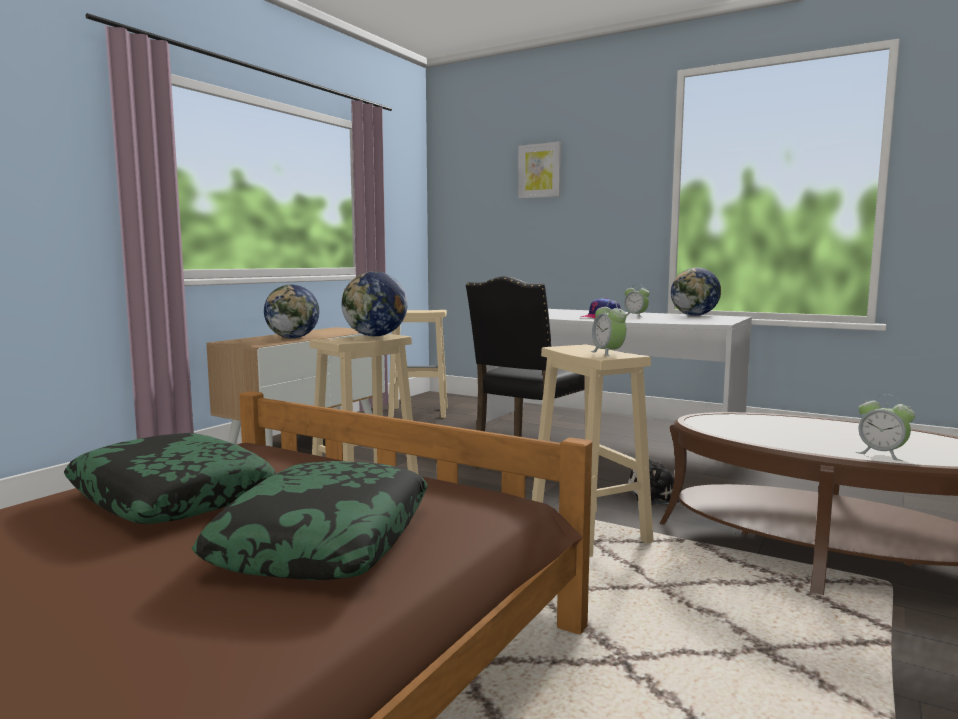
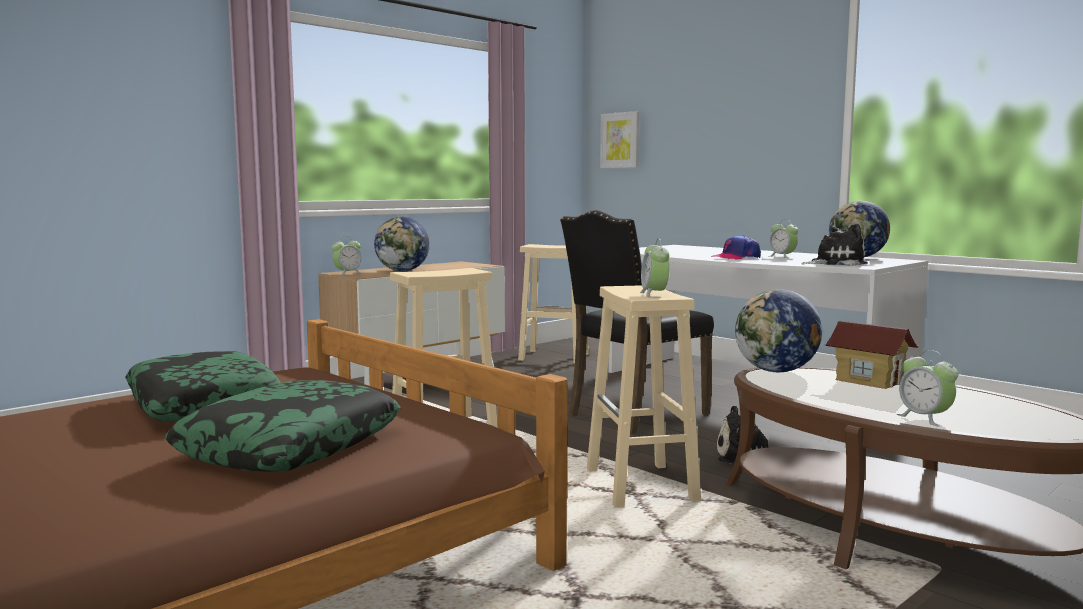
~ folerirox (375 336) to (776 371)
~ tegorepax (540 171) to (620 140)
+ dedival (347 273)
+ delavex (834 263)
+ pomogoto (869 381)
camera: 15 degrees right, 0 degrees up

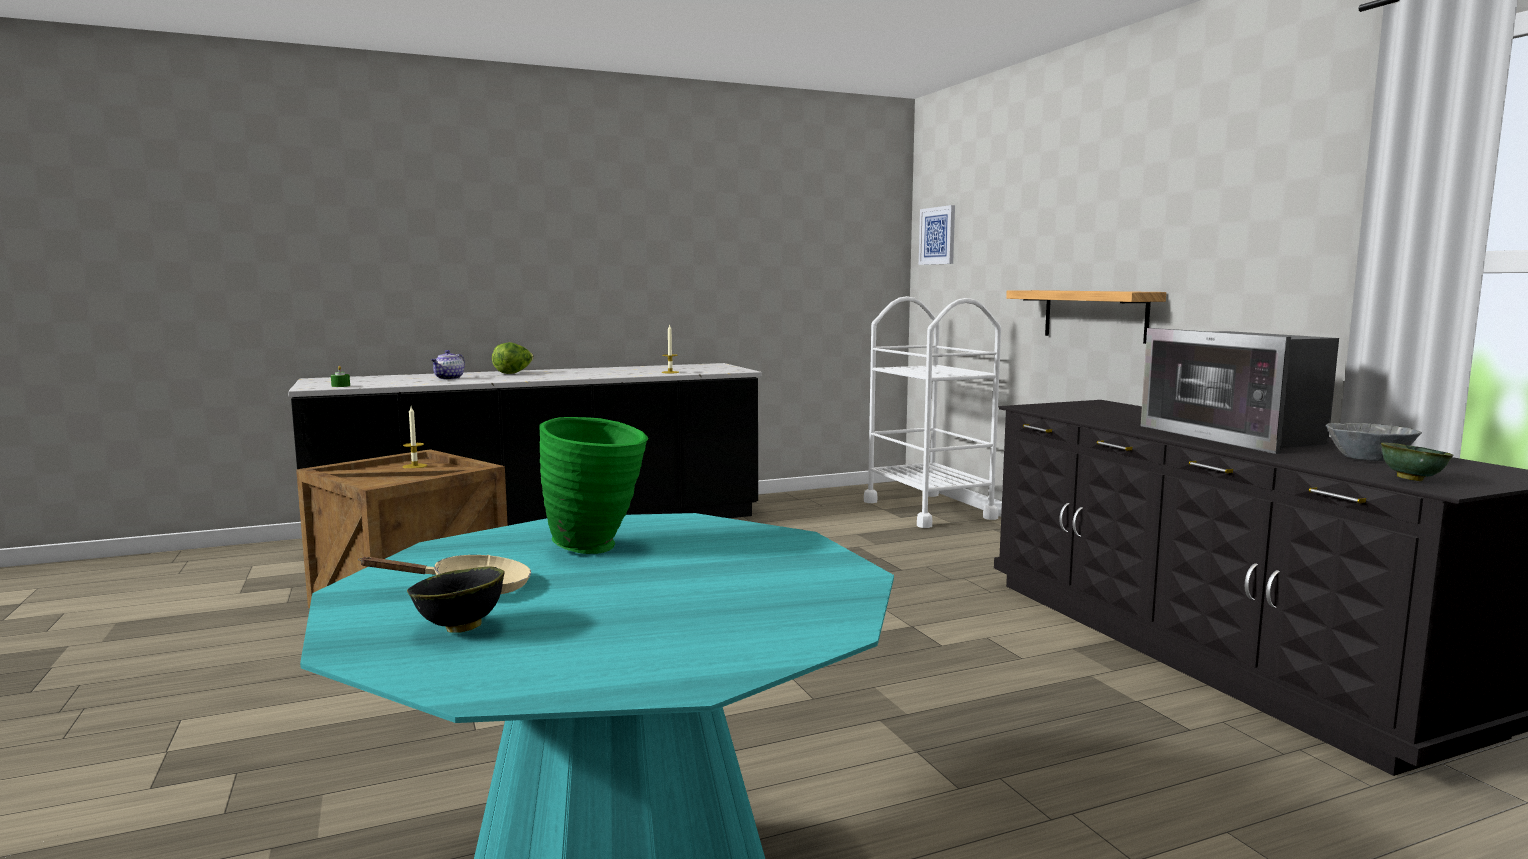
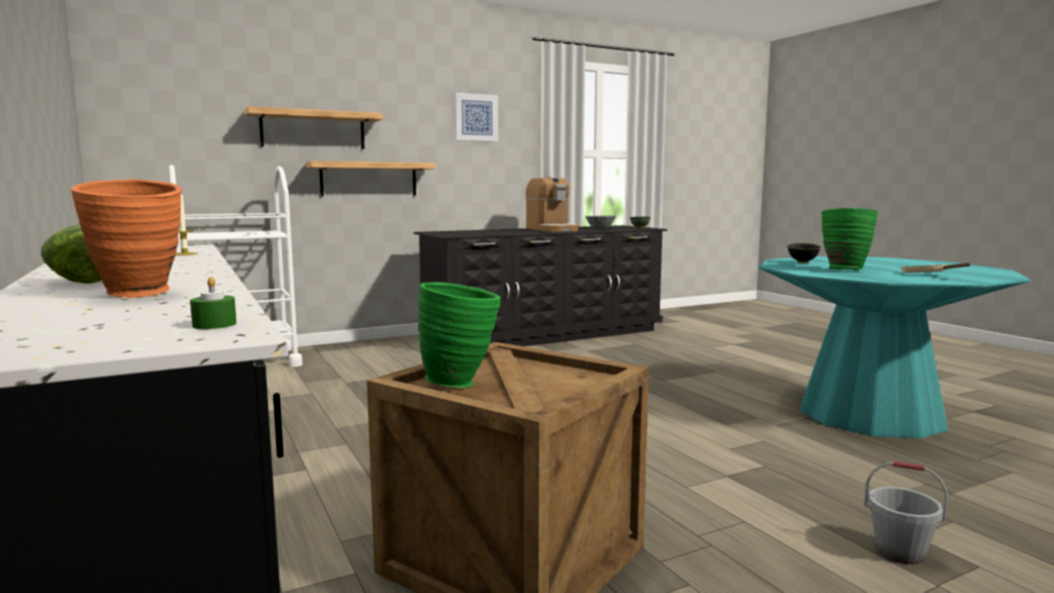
~ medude (414 466) to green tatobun (462 383)
~ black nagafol (460 629) to (803 262)
~ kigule (449 378) to orange tatobun (139 295)
~ tegorepax (938 236) to (476 117)
~ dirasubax (1236 436) to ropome (551 230)
+ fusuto (313 130)
+ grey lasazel (899 552)
camera: 95 degrees left, 0 degrees up

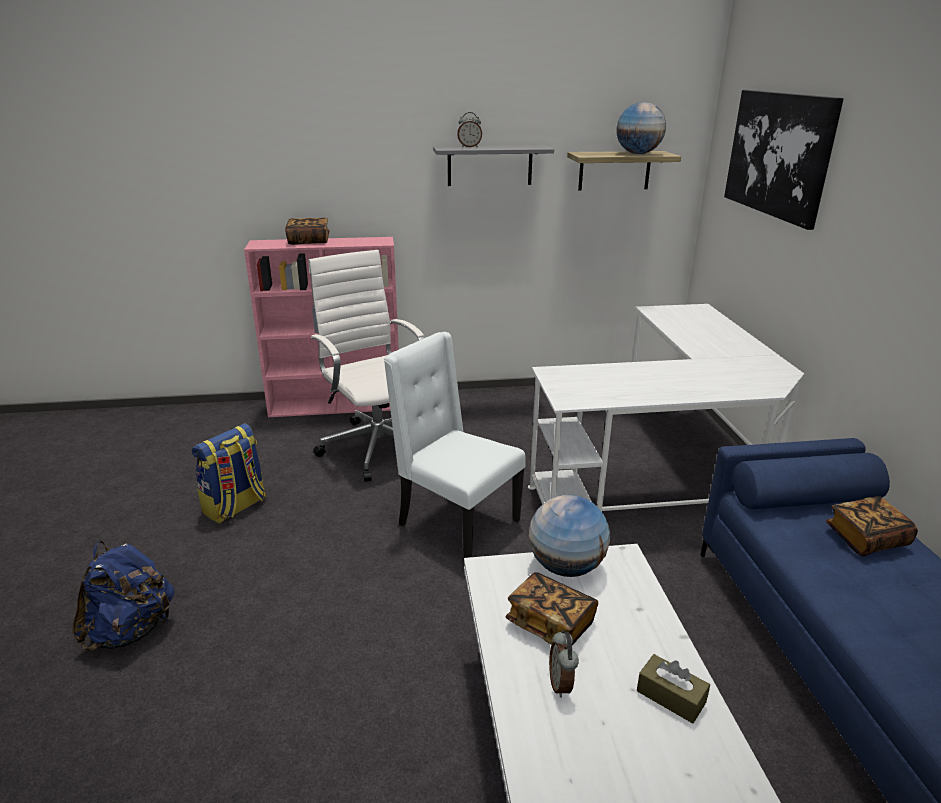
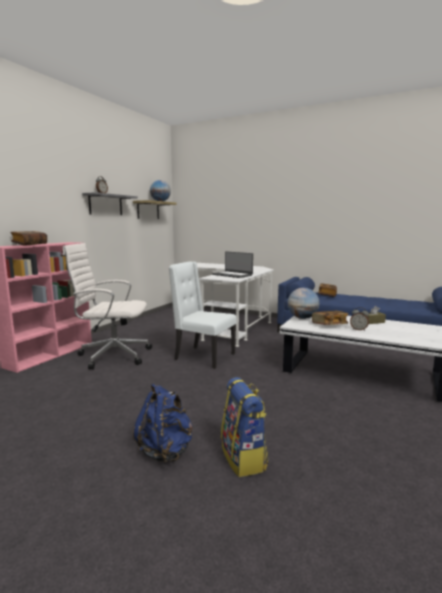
~ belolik (235 507) to (244 458)
~ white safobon (455 523) = (203 357) 45 degrees clockwise
- tegorepax (778 154)
+ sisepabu (232 275)
camera: 55 degrees left, 15 degrees down

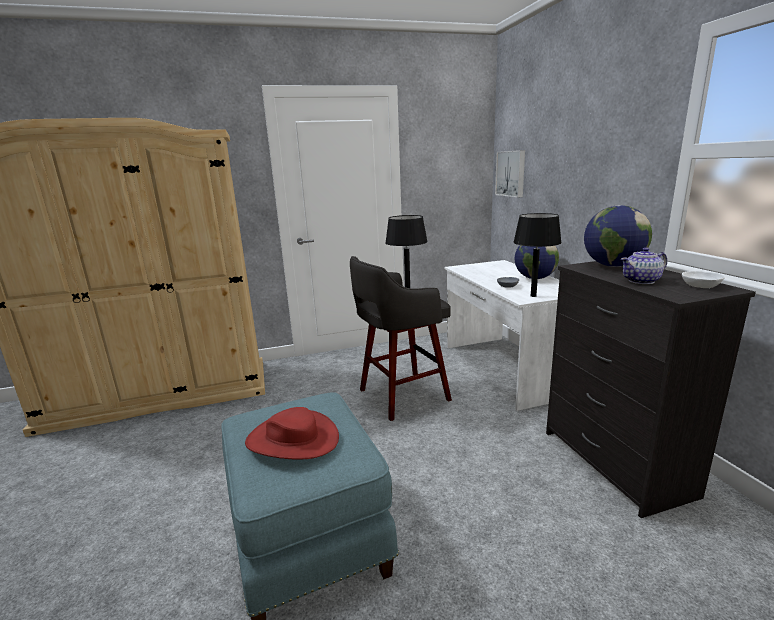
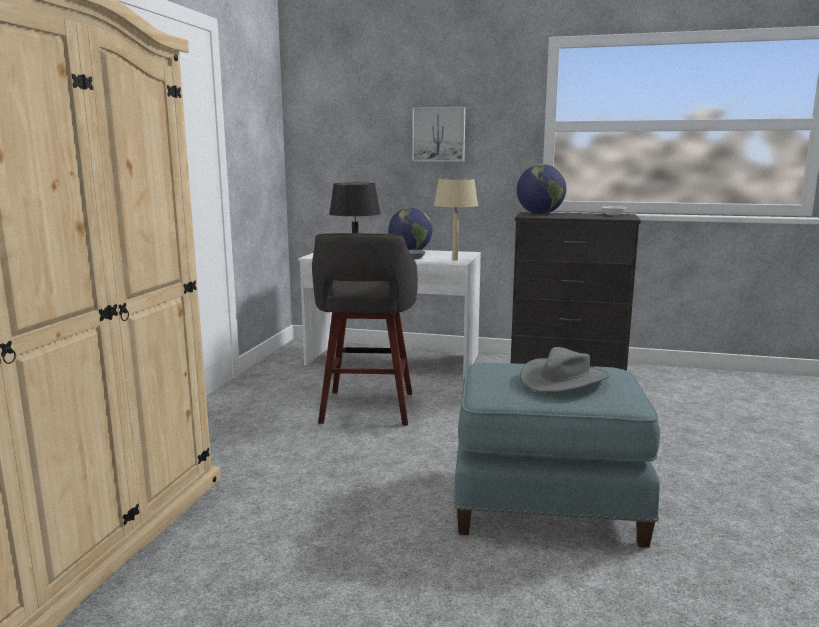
~ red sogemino (292 439) to grey sogemino (564 379)
~ tegorepax (511 173) to (439 134)
~ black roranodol (533 296) to beige roranodol (455 259)
- kigule (641 281)
camera: 60 degrees left, 5 degrees down

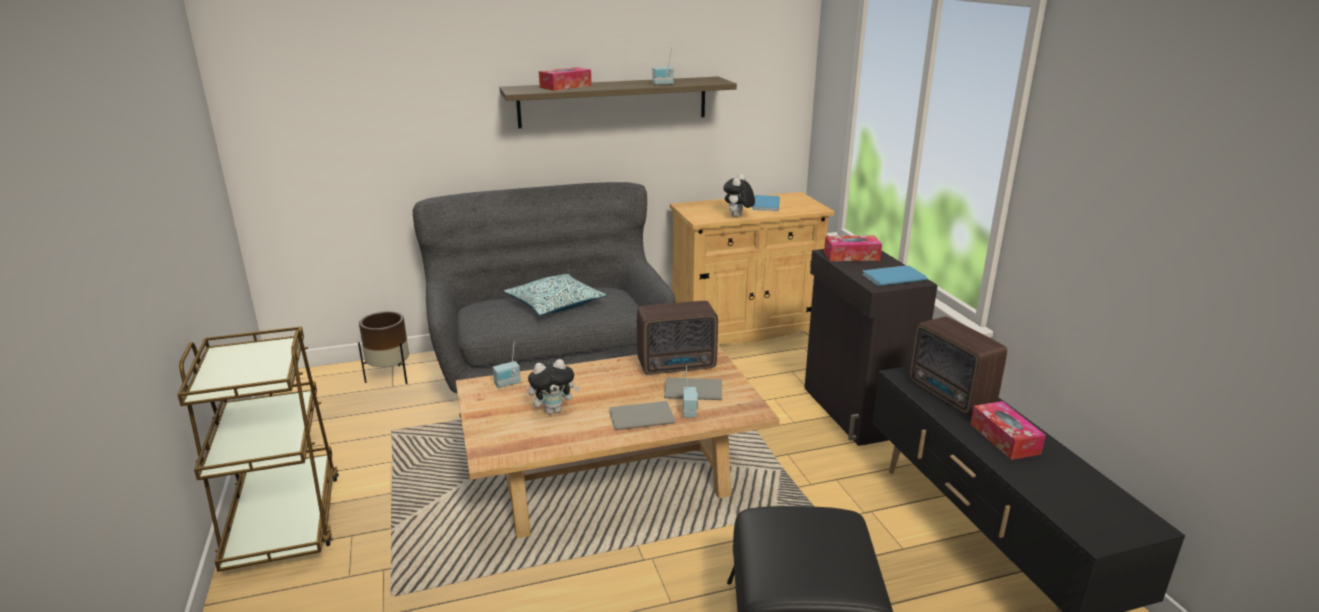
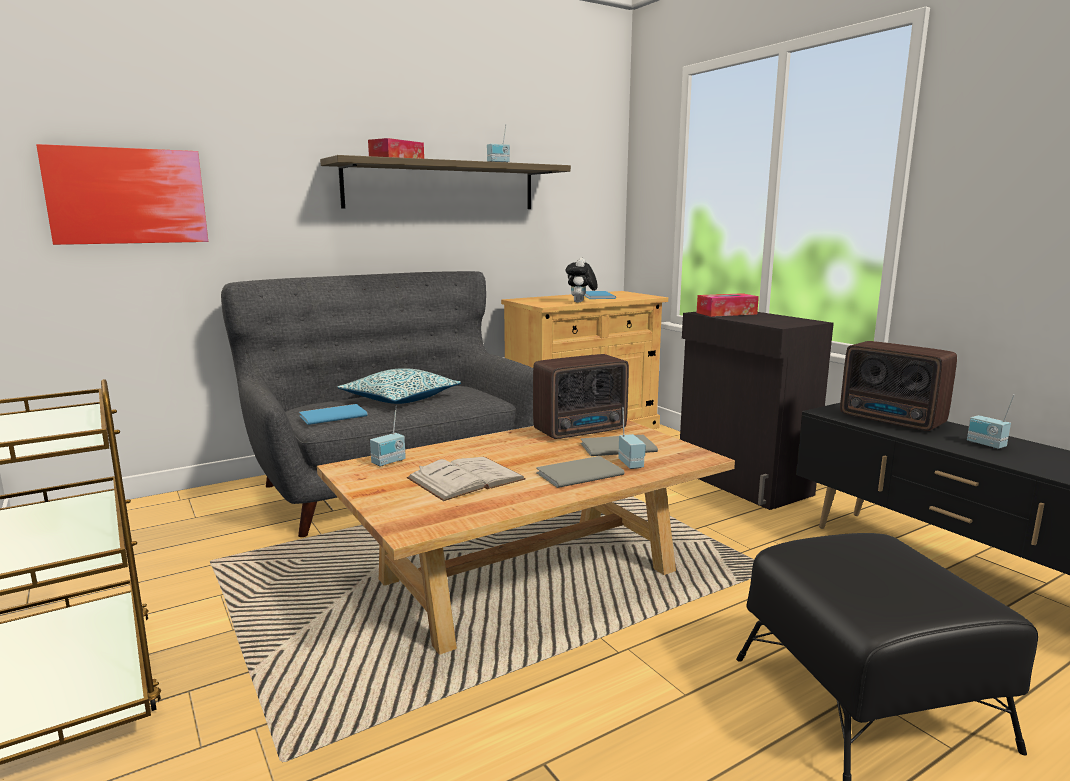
- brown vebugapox (390 377)
~ delavex (553 410) to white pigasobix (466 479)
~ blue pigasobix (891 277) to (331 416)
~ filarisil (1004 438) to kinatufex (985 445)
+ tegorepax (127 196)
camera: 15 degrees left, 10 degrees down

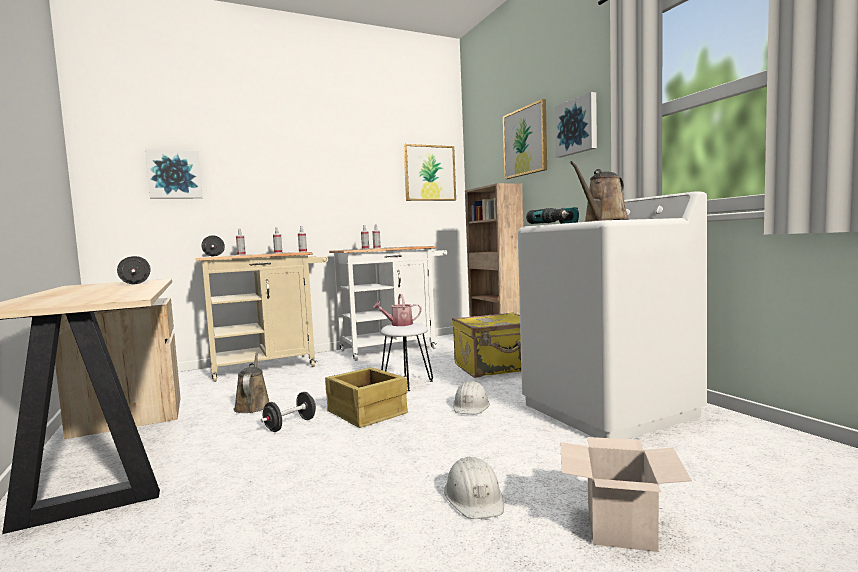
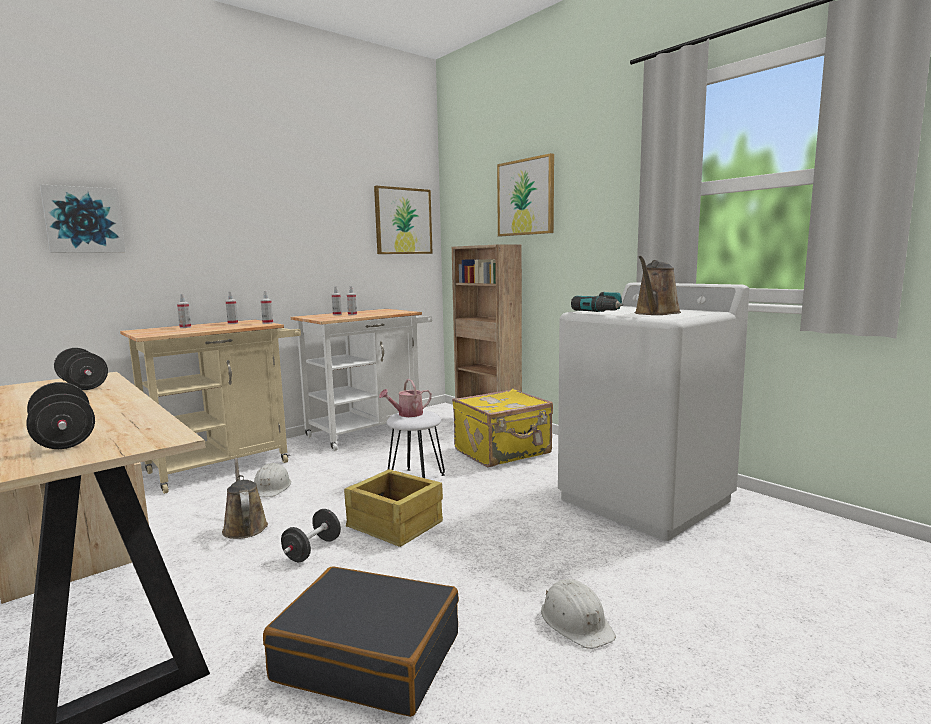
~ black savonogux (214 256) to (64 439)
~ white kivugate (471 406) to (271 487)
- tegorepax (577 126)
- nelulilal (618 525)
+ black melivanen (369 656)
camera: 15 degrees left, 5 degrees up

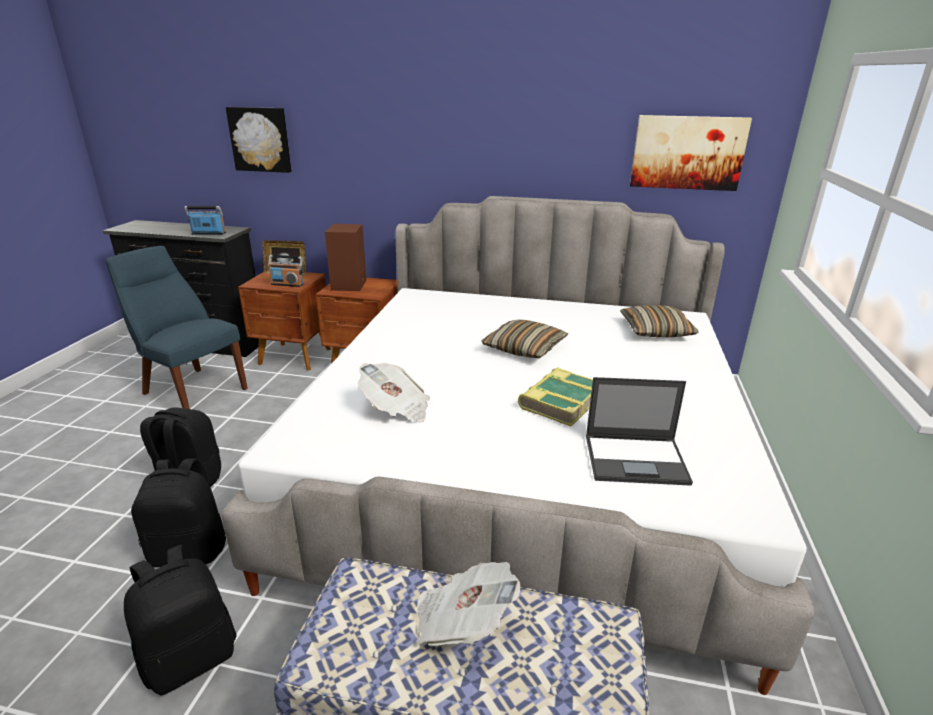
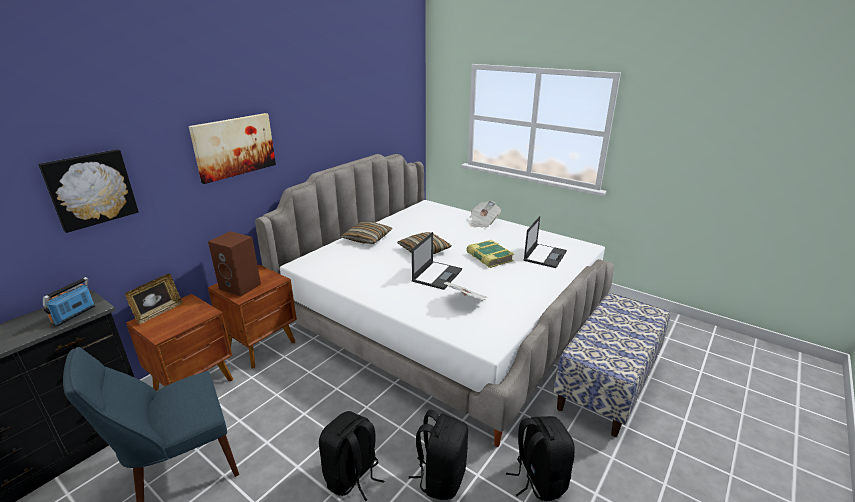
- kinatufex (287 284)
~ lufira (462 621) to (483 223)
~ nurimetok (656 331) to (367 238)
~ tegorepax (687 152) to (234 146)
+ sisepabu (437 275)
camera: 65 degrees left, 0 degrees up

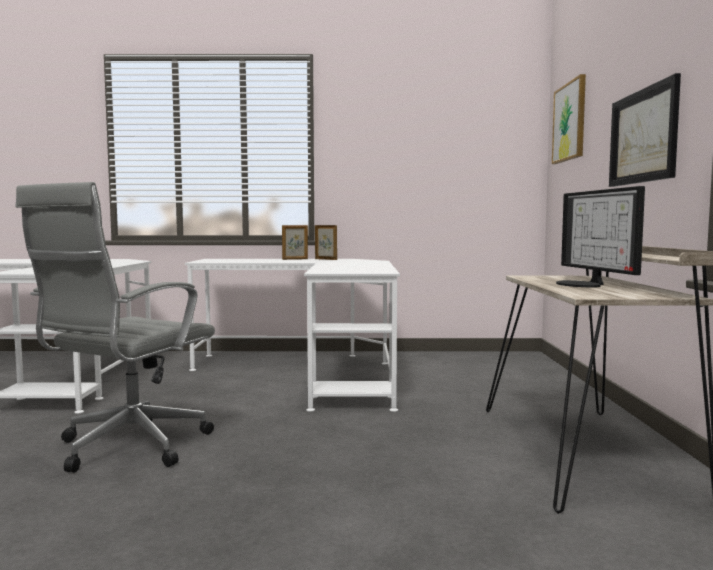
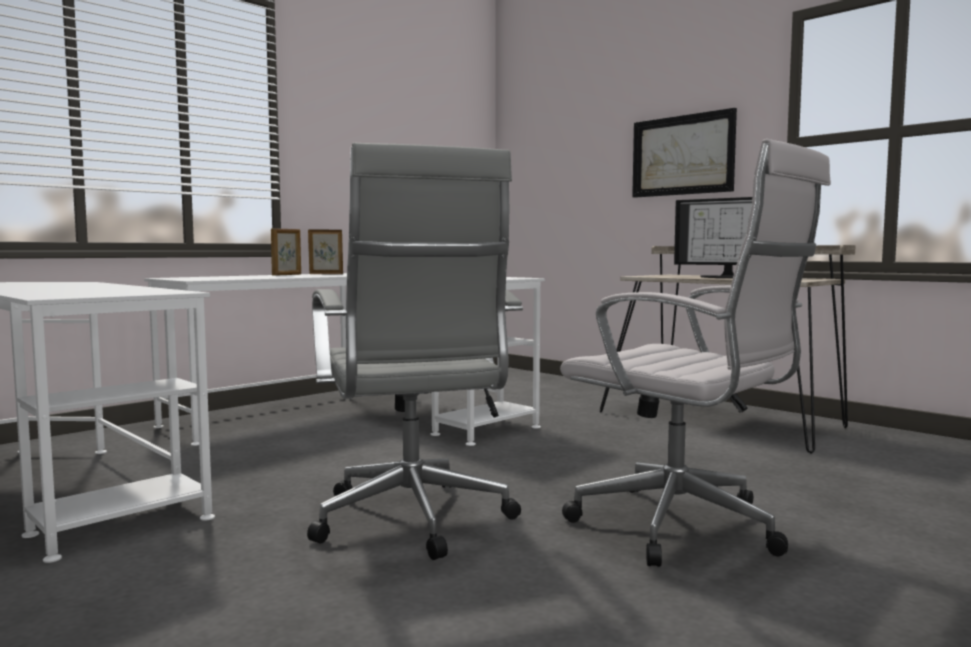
- tegorepax (569 122)
+ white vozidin (685 528)
camera: 45 degrees left, 0 degrees up

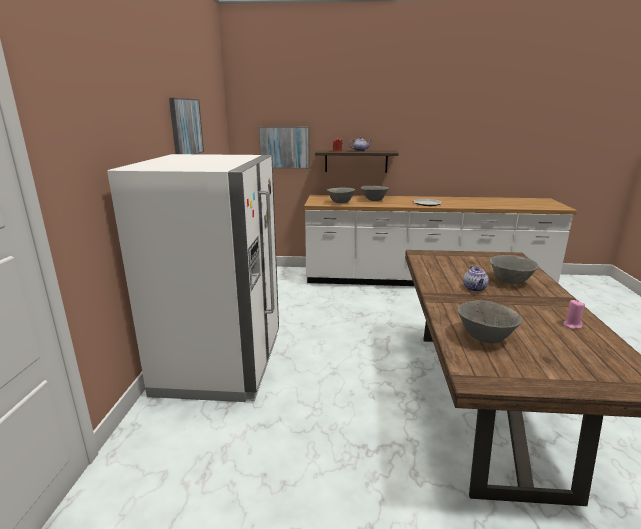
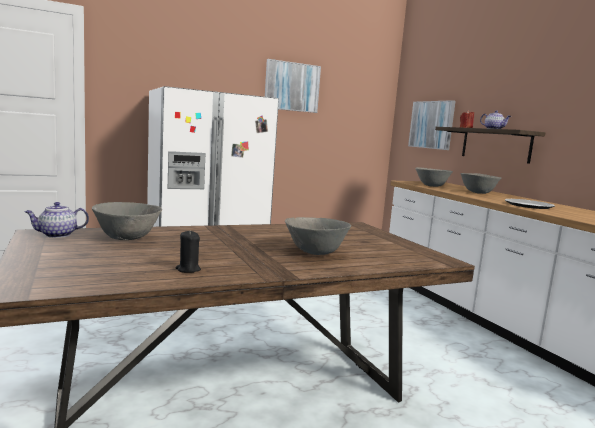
~ kigule (475 288) to (57 235)
~ pink medude (572 325) to black medude (188 269)
camera: 60 degrees right, 10 degrees down

